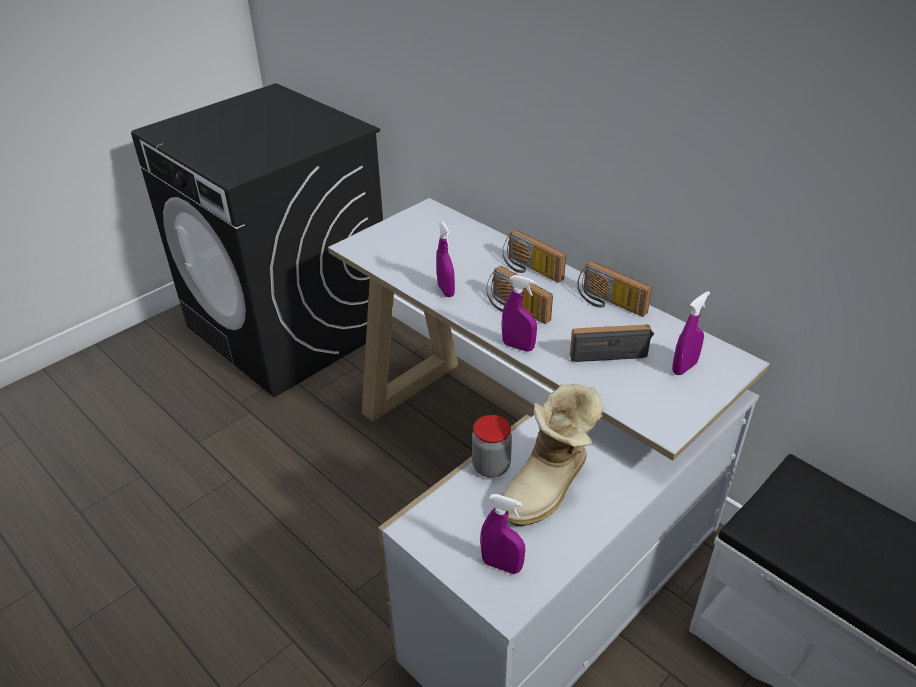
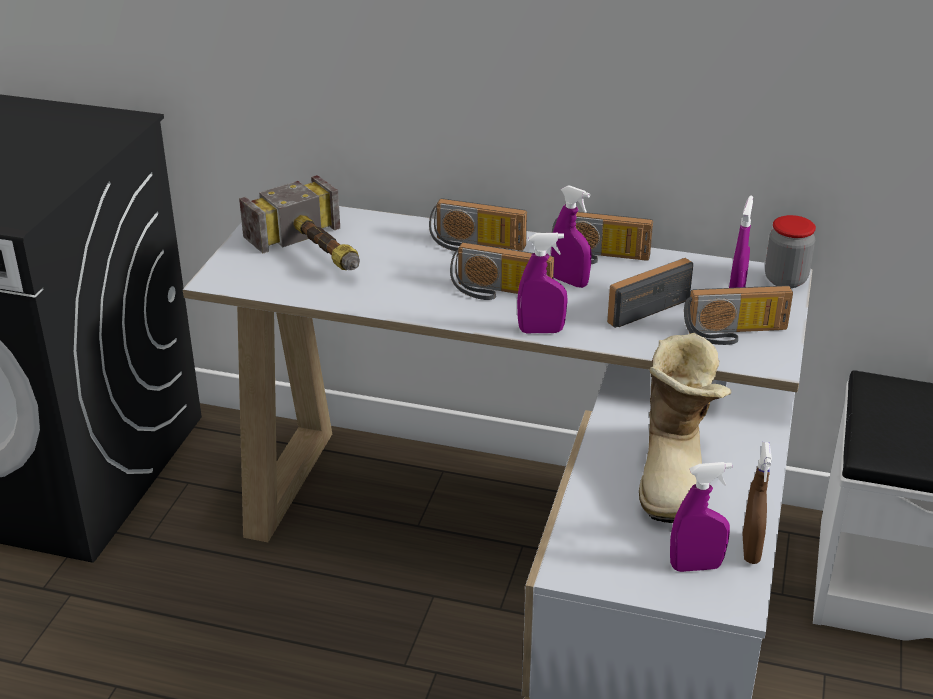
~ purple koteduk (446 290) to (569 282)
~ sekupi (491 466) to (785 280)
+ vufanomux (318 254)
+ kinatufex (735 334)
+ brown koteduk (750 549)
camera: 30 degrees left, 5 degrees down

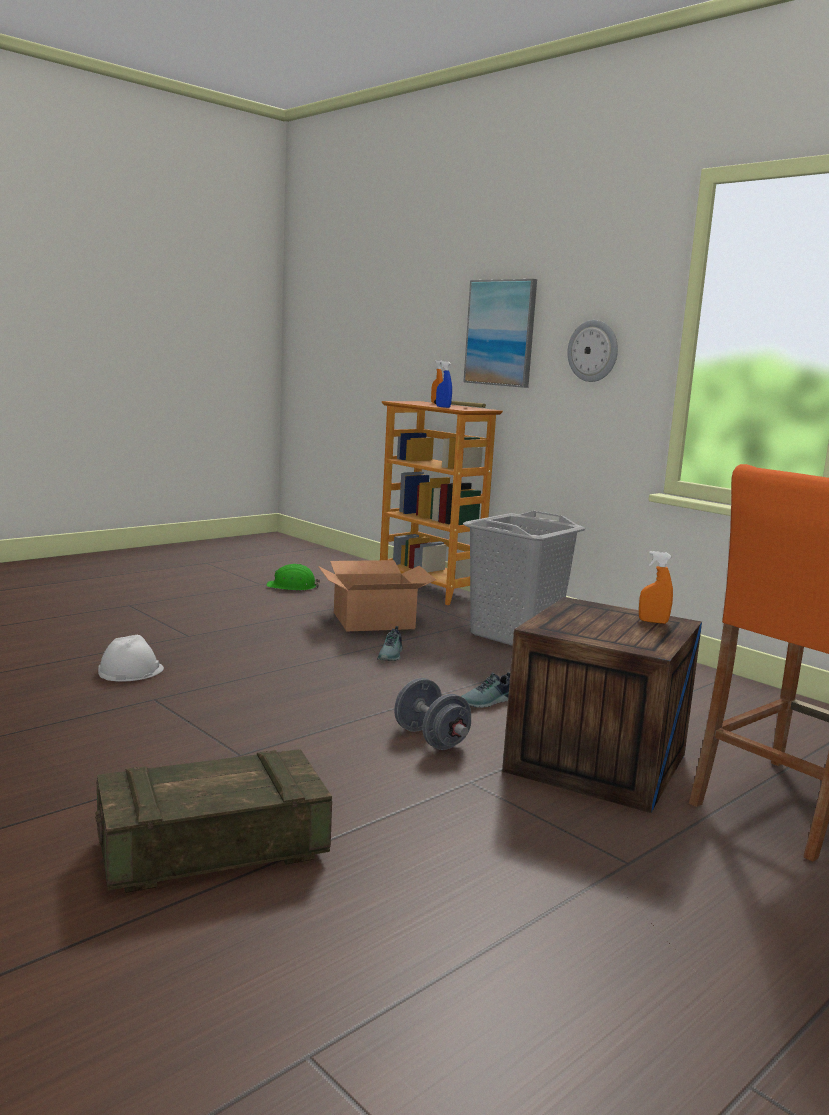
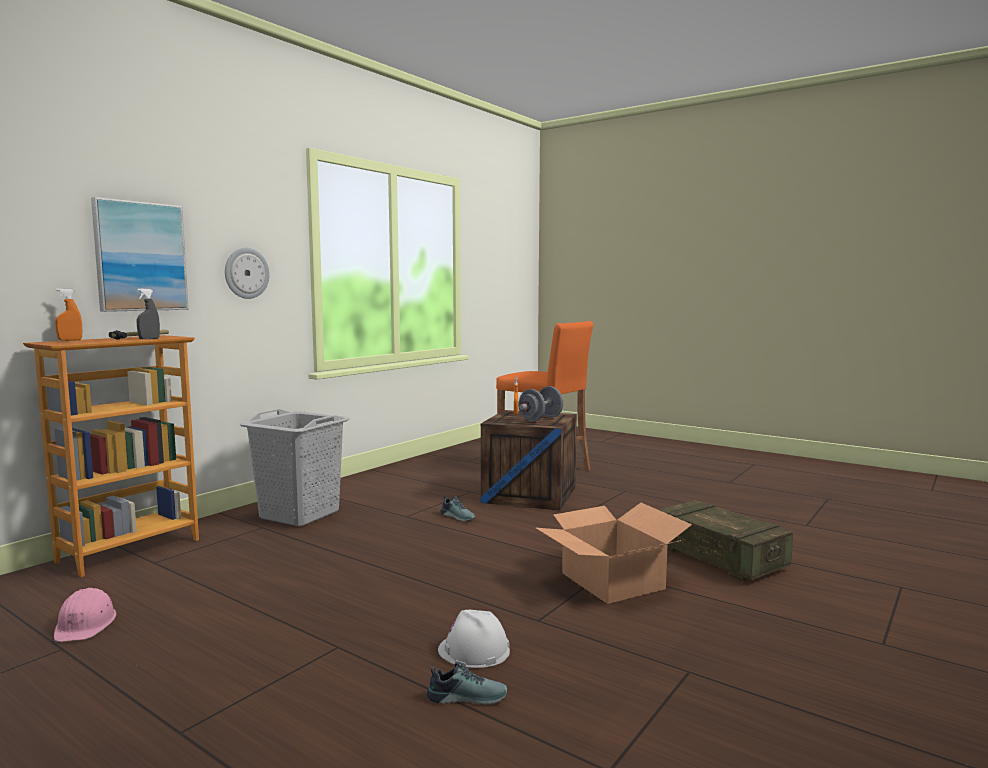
~ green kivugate (292 586) to pink kivugate (86 624)
~ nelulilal (373 620) to (611 581)
~ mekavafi (392 655) to (467 696)
~ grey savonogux (430 739) to (540 419)
~ blue koteduk (443 407) to grey koteduk (149 339)
camera: 100 degrees left, 5 degrees down

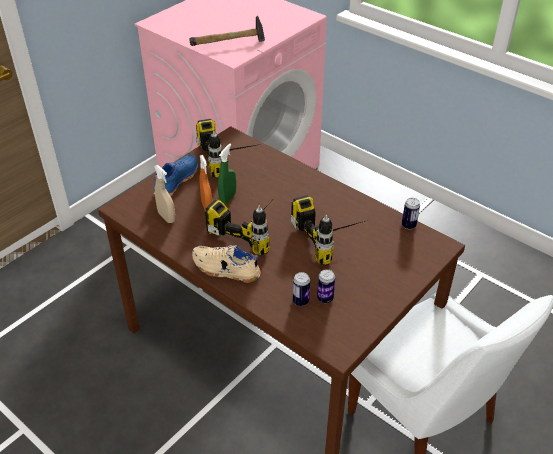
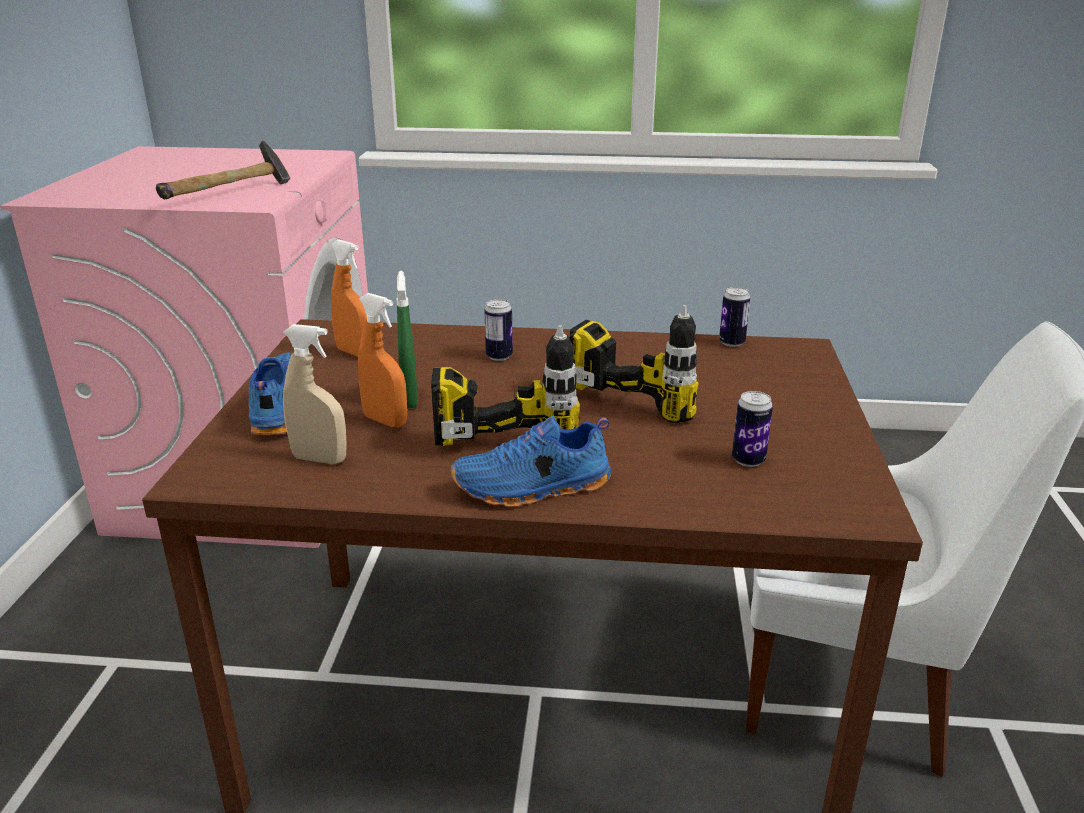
~ beige mekavafi (225 270) to blue mekavafi (533 489)
~ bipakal (232 159) to orange koteduk (354 353)
~ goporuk (300 301) to (499 356)
camera: 35 degrees left, 15 degrees down

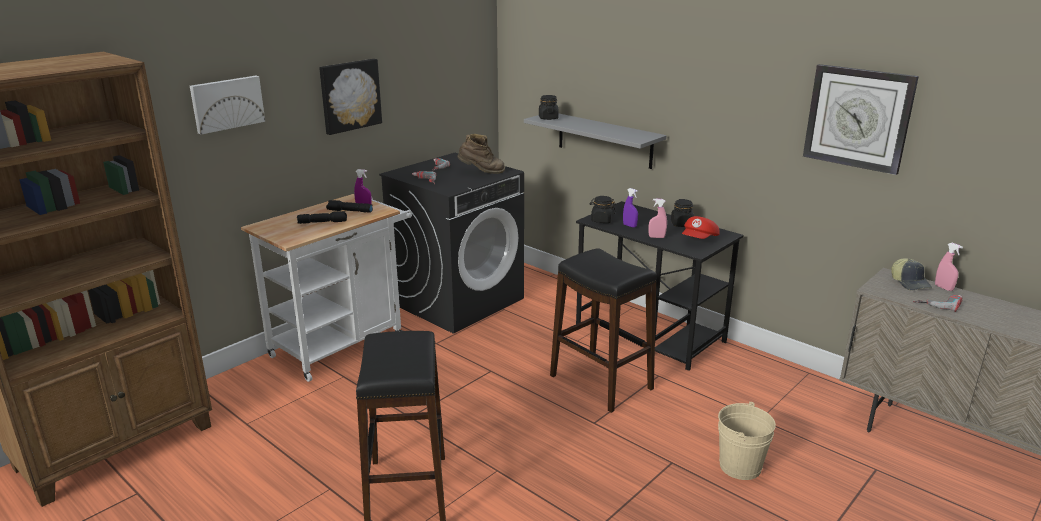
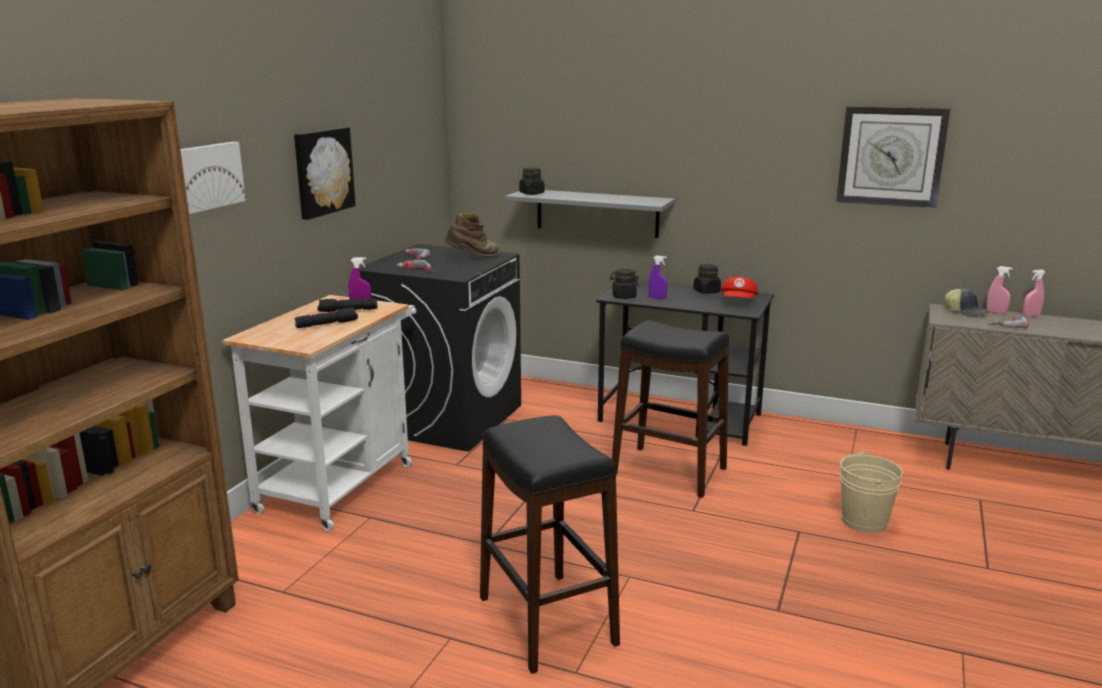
~ pink koteduk (656 237) to (1030 316)
camera: 20 degrees left, 5 degrees down

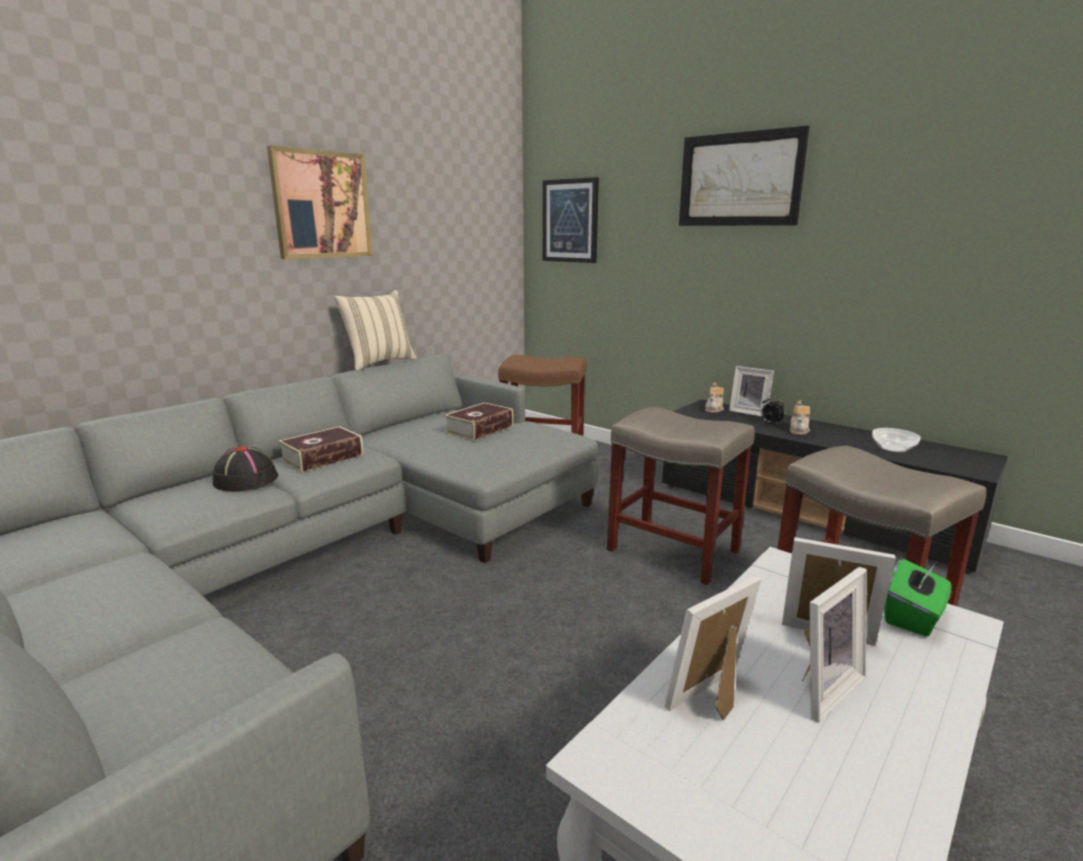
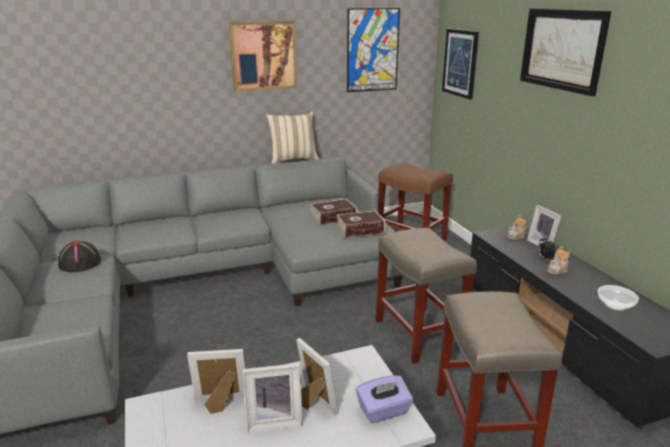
~ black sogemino (245 480) to (80 263)
~ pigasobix (322 457) to (360 229)
~ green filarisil (912 616) to purple filarisil (383 411)
+ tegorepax (372 50)
camera: 30 degrees right, 5 degrees up

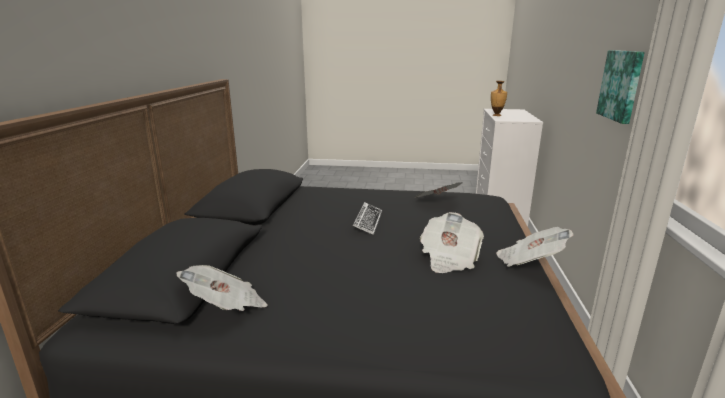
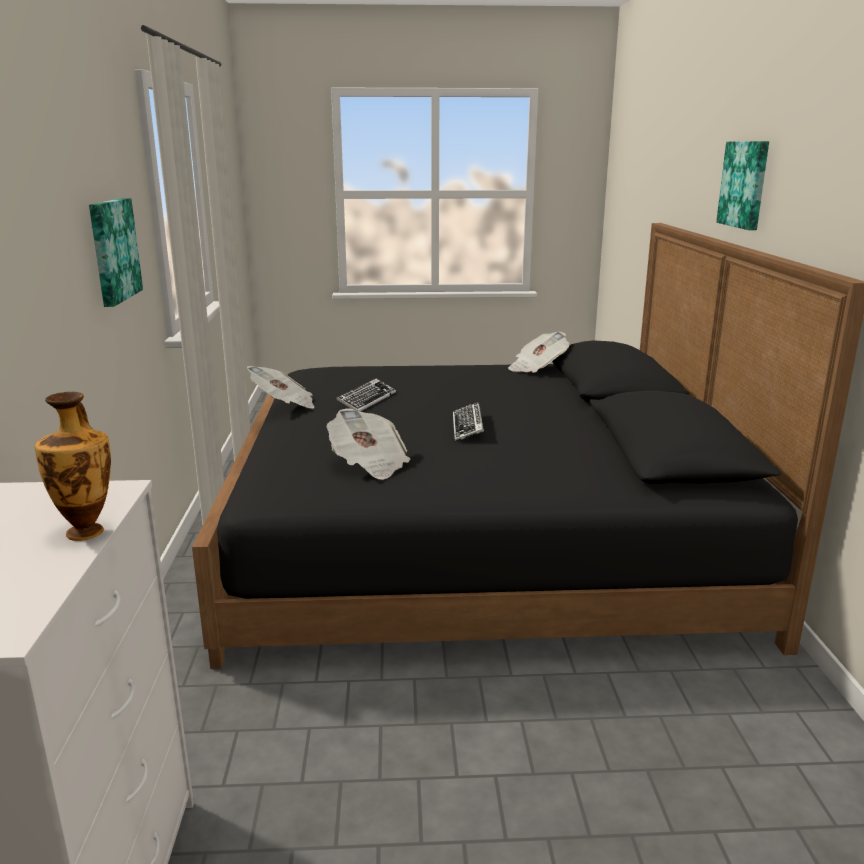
~ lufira (449 258) to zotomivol (366 400)
+ tegorepax (745 184)
camera: 170 degrees right, 0 degrees up

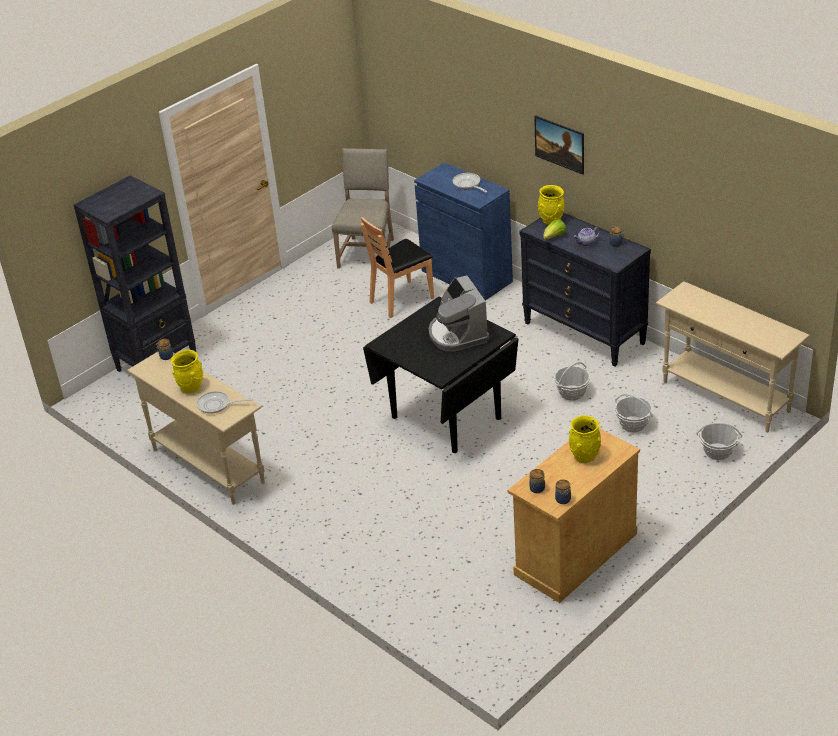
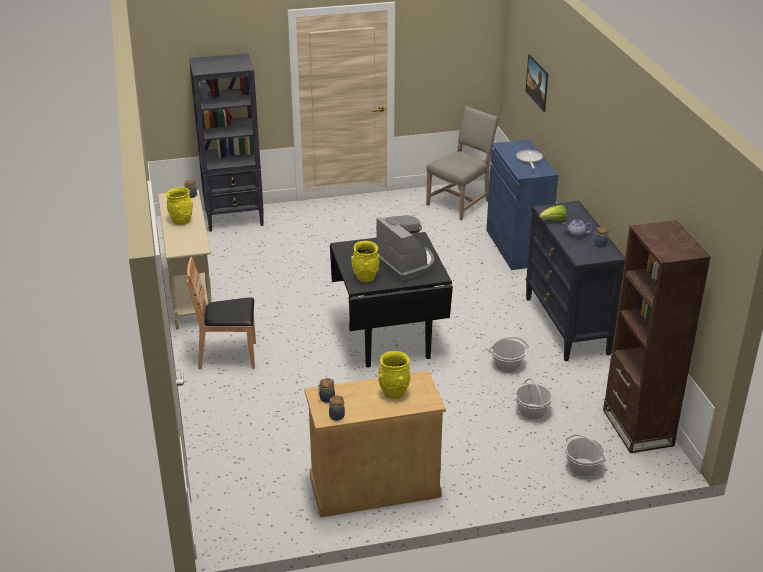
- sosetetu (217 405)
~ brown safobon (402 299) to (228 356)
~ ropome (457 334) = (406 263) 135 degrees clockwise
~ tegorepax (559 154) to (536 92)
~ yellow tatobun (551 220) to (365 277)
~ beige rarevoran (726 397) to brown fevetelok (637 428)
camera: 30 degrees right, 5 degrees down

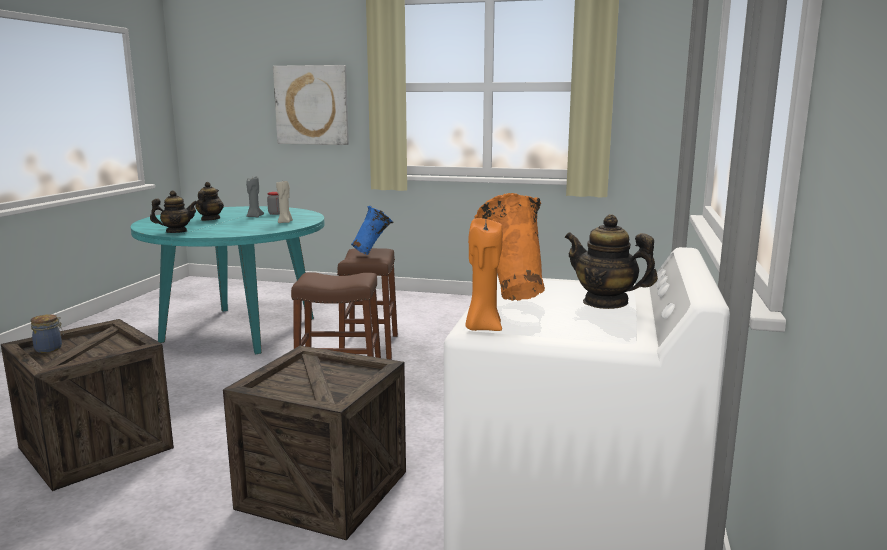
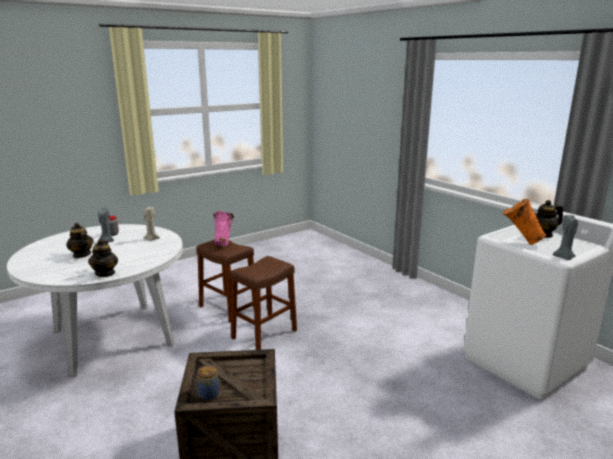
~ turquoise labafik (239 329) to white labafik (113 337)
~ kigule (176 232) = (105 273) 150 degrees clockwise
- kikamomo (323 489)
- tegorepax (312 105)
~ blue tatobun (373 253) to pink tatobun (223 243)
~ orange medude (482 328) to grey medude (564 258)
camera: 50 degrees left, 5 degrees up

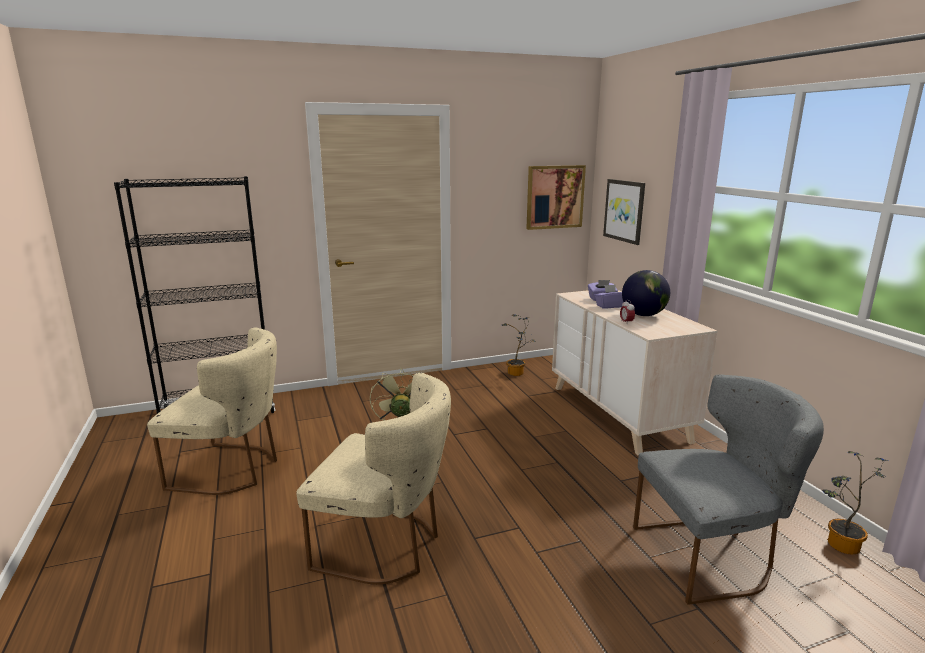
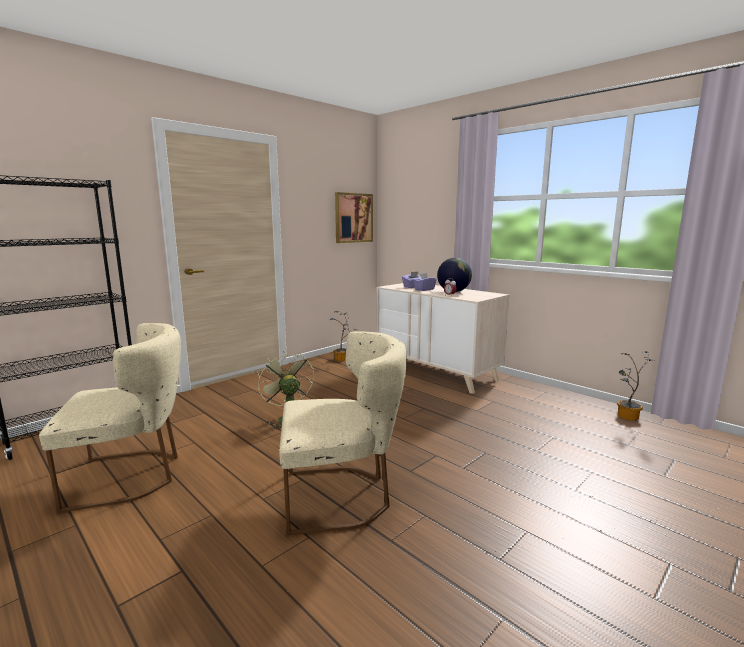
- tegorepax (624 210)
- grey safobon (712 556)
camera: 25 degrees left, 5 degrees down

